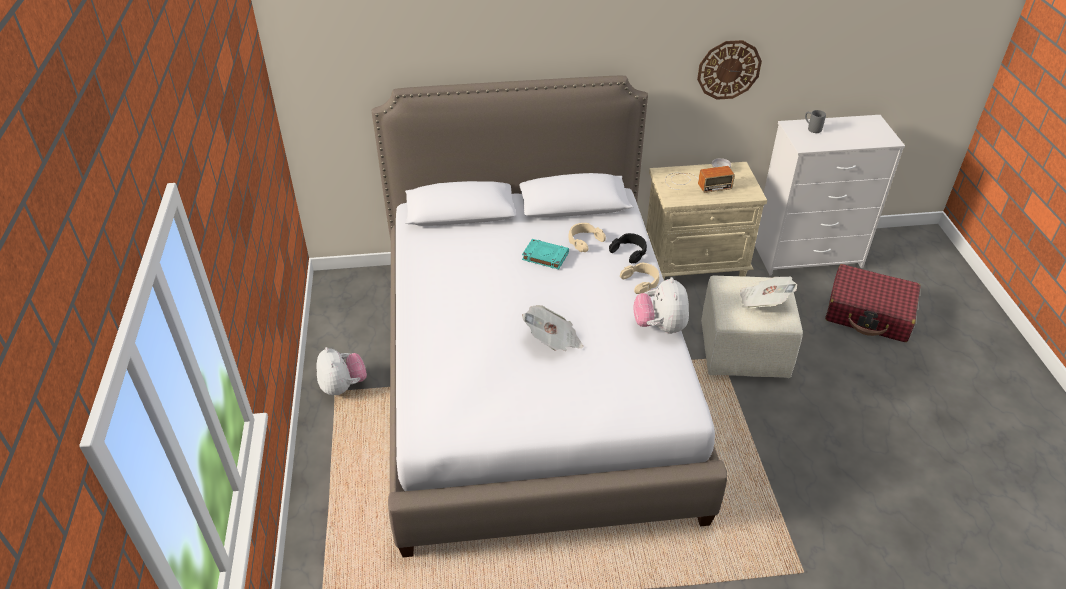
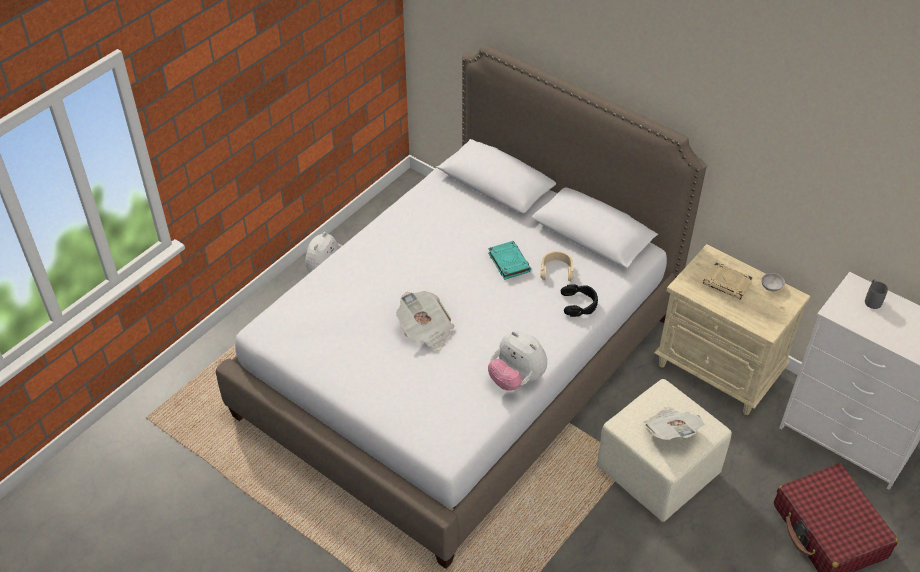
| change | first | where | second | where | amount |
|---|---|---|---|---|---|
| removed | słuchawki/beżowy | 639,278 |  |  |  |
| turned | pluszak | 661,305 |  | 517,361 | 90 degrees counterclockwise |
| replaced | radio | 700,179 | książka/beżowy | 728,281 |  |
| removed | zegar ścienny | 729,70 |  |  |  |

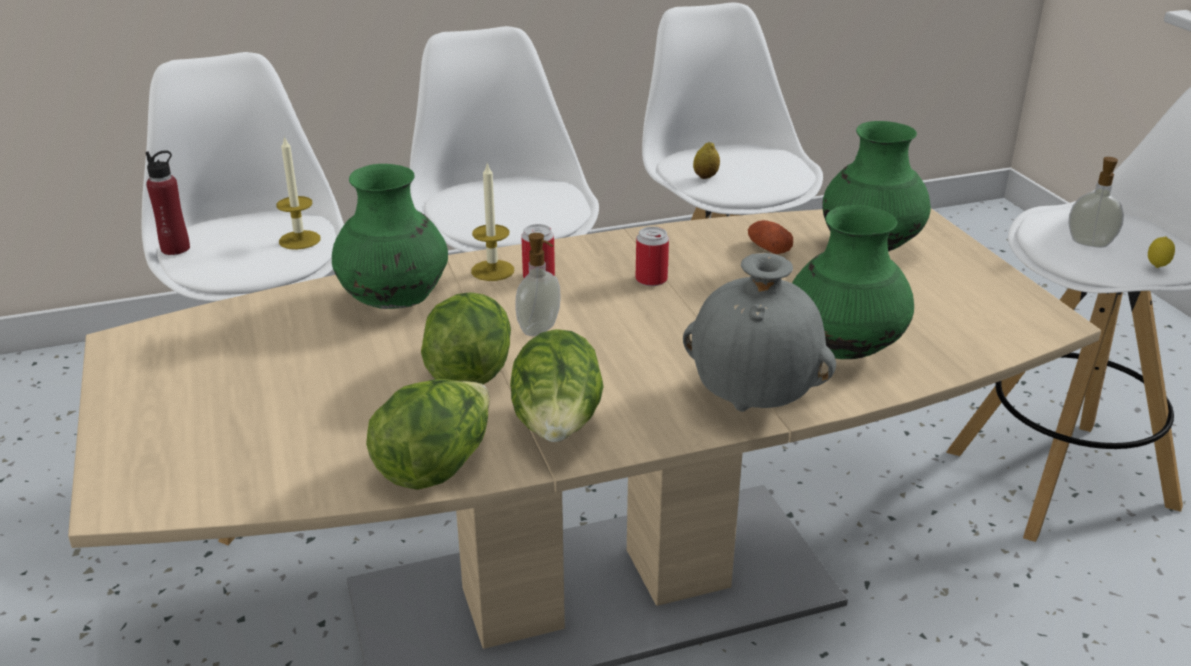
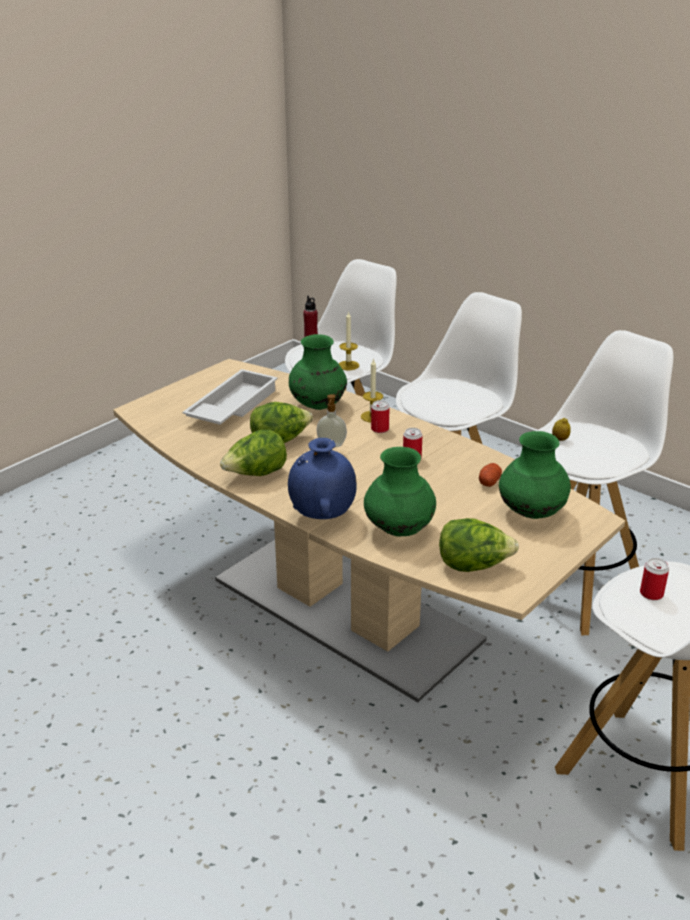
| change | first | where | second | where | amount |
|---|---|---|---|---|---|
| moved | sałata | 428,434 |  | 479,545 |  |
| recoloured | wazon/szary | 759,332 | wazon/niebieski | 322,478 |  |
| replaced | dozownik mydła | 1096,202 | puszka | 654,579 |  |
| removed | cytryna | 1161,252 |  |  |  |
| added |  |  | taca/biały | 230,397 |  |

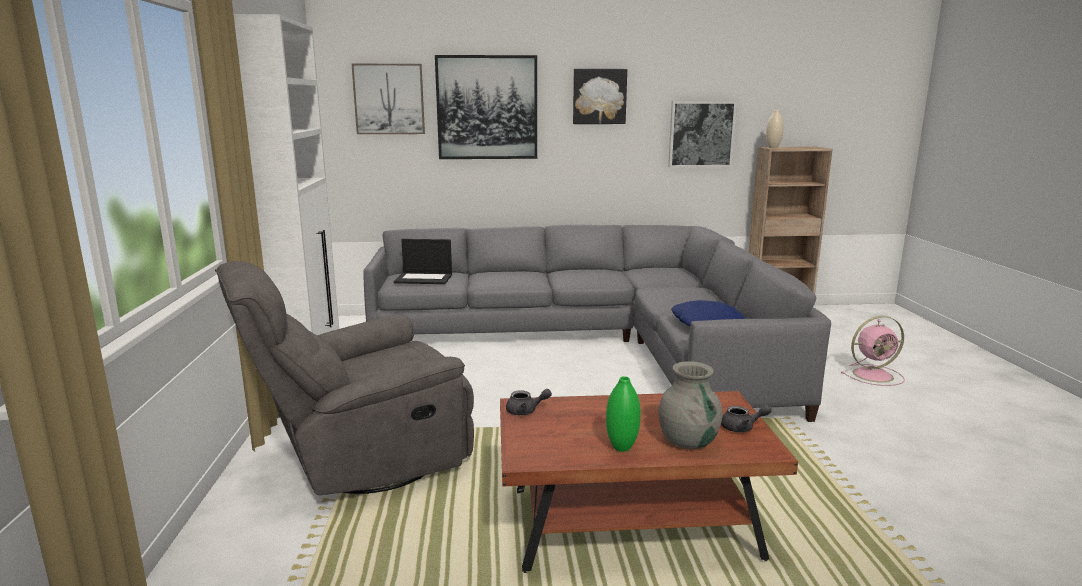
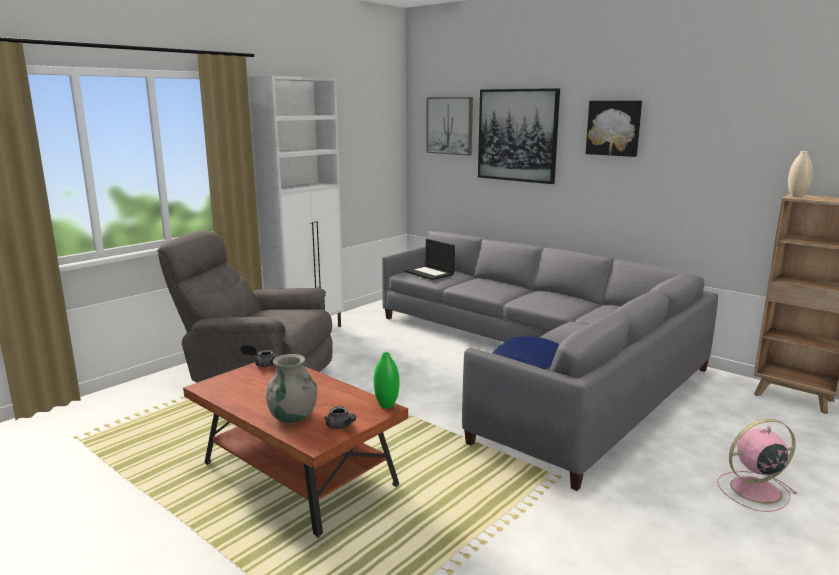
| change | first | where | second | where | amount |
|---|---|---|---|---|---|
| moved | wazon/zielony | 623,414 |  | 386,380 |  |
| removed | obraz | 702,134 |  |  |  |
| turned | wentylator/różowy | 873,351 |  | 757,465 | 135 degrees clockwise |

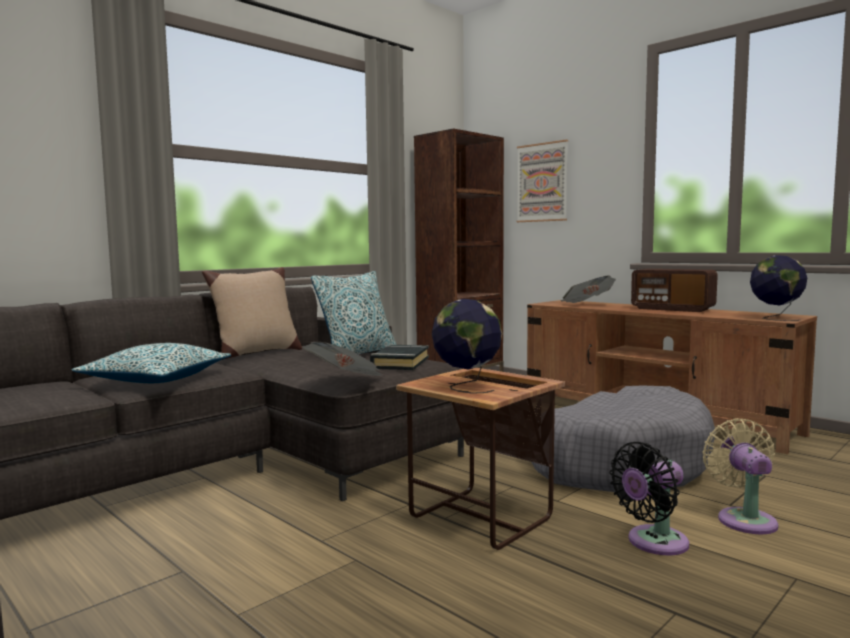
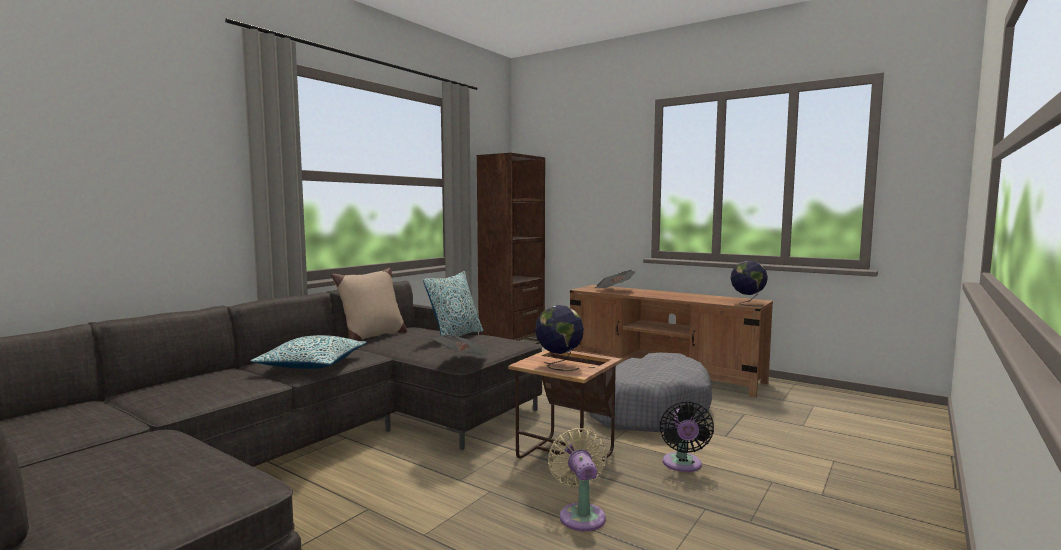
| change | first | where | second | where | amount |
|---|---|---|---|---|---|
| removed | książka/czarny | 399,357 |  |  |  |
| removed | obraz | 542,181 |  |  |  |
| turned | wentylator/czarny | 649,498 |  | 687,436 | 45 degrees counterclockwise |
| removed | radio | 674,290 |  |  |  |
| moved | wentylator/beżowy | 740,476 |  | 577,479 |  |

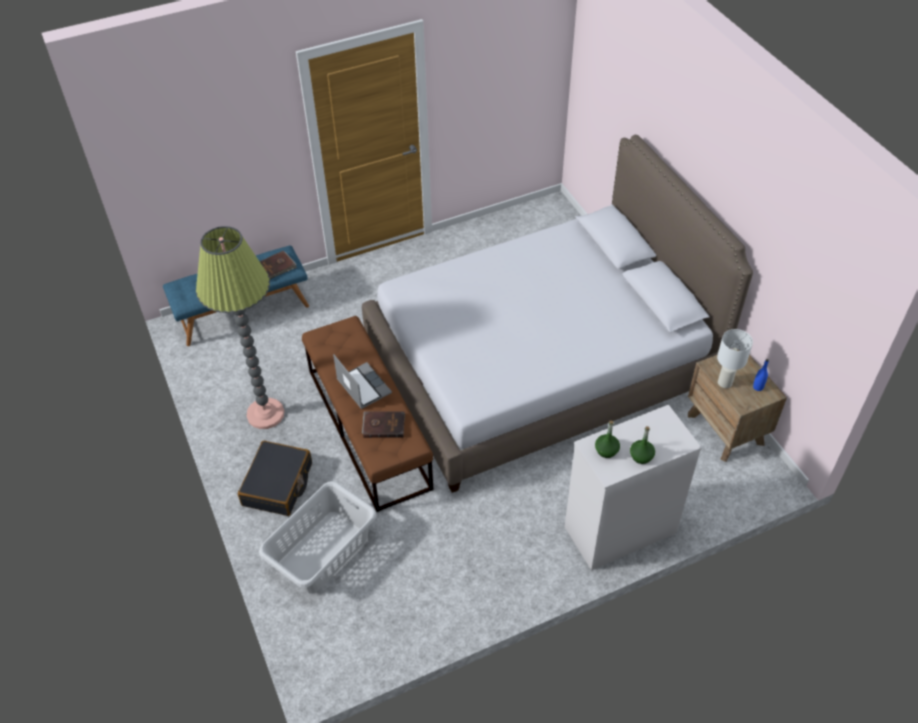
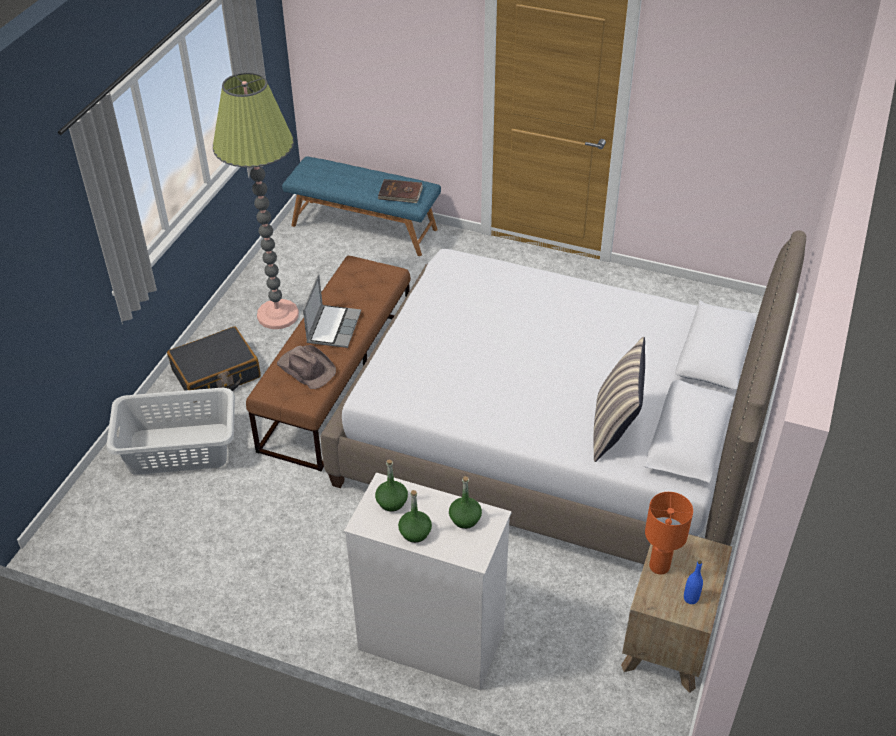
| change | first | where | second | where | amount |
|---|---|---|---|---|---|
| replaced | książka/brązowy | 383,424 | kapelusz/brązowy | 306,367 |  |
| recoloured | lampa stołowa/biały | 735,358 | lampa stołowa/pomarańczowy | 669,533 |  |
| added |  |  | butelka/zielony | 465,502 |  |
| added |  |  | poduszka | 619,399 |  |

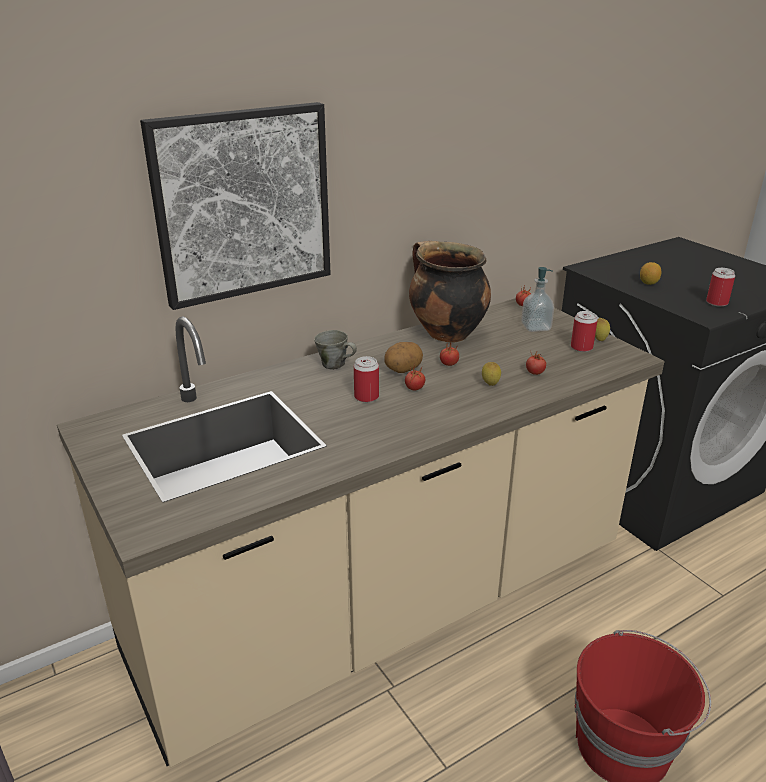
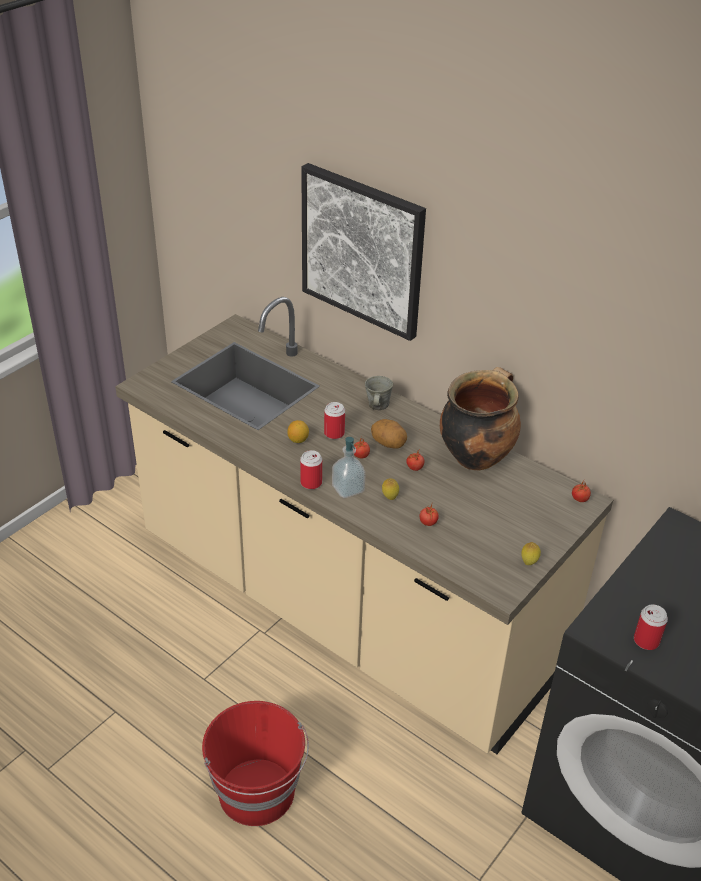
| change | first | where | second | where | amount |
|---|---|---|---|---|---|
| moved | dozownik mydła | 537,299 |  | 349,467 |  |
| moved | puszka | 584,331 |  | 311,469 |  |
| moved | cytryna | 650,273 |  | 298,431 |  |

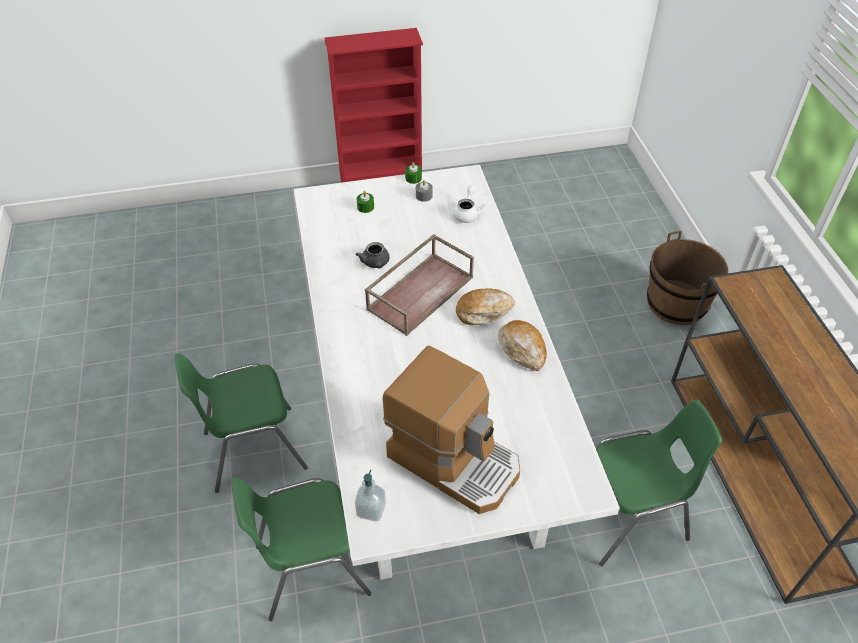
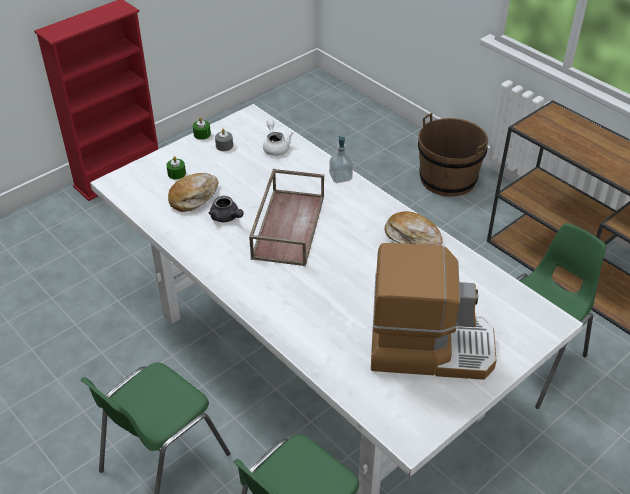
| change | first | where | second | where | amount |
|---|---|---|---|---|---|
| moved | dozownik mydła | 370,495 |  | 341,159 |  |
| moved | chleb | 485,306 |  | 193,192 |  |

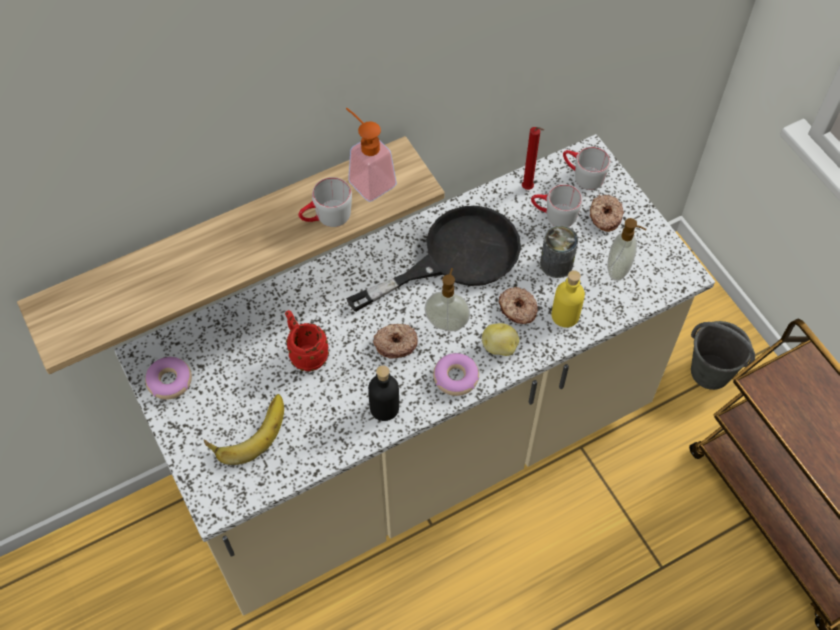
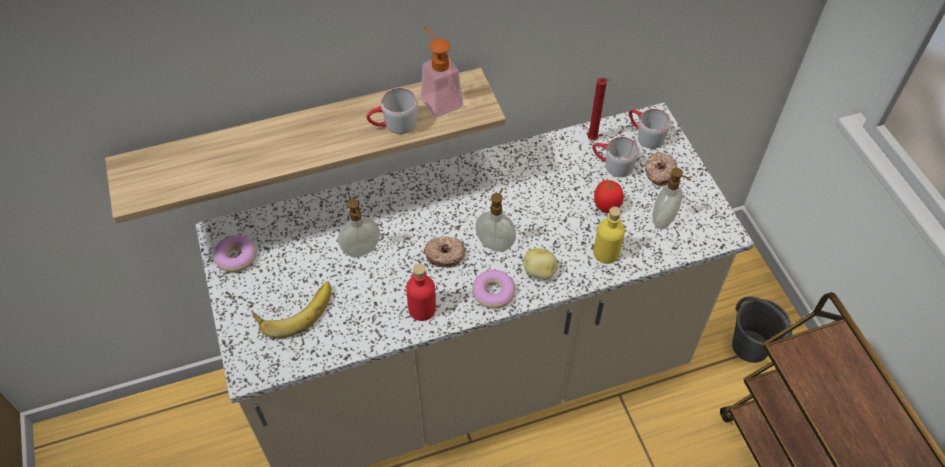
| change | first | where | second | where | amount |
|---|---|---|---|---|---|
| replaced | kubek/czerwony | 307,340 | dozownik mydła | 359,228 |  |
| removed | patelnia/czarny | 433,259 |  |  |  |
| recoloured | butelka/czarny | 383,393 | butelka/czerwony | 421,292 |  |
| removed | donut | 518,305 |  |  |  |
| replaced | puszka | 559,251 | pomidor | 609,196 |  |

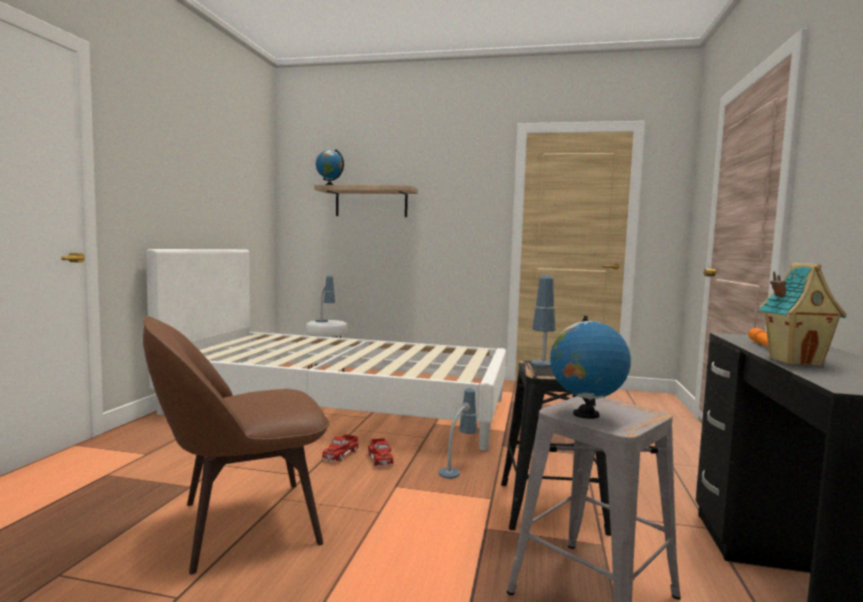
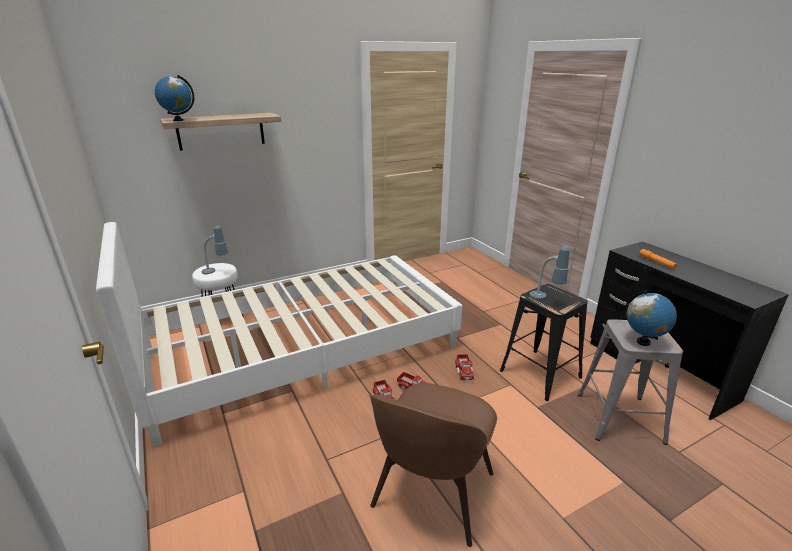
| change | first | where | second | where | amount |
|---|---|---|---|---|---|
| replaced | lampa stołowa | 457,433 | ciężarówka zabawkowa | 464,367 |  |
| removed | domek | 803,314 |  |  |  |

